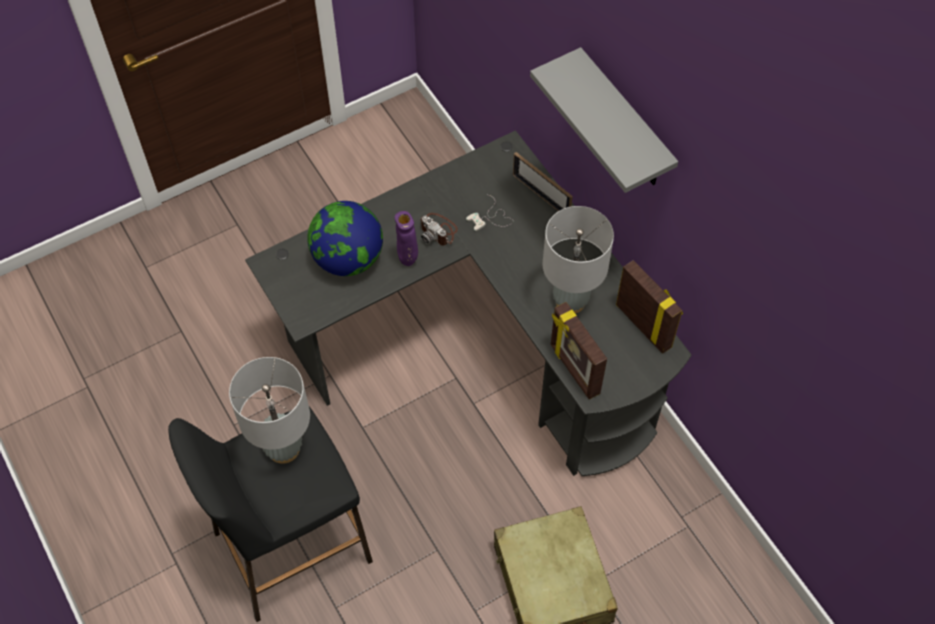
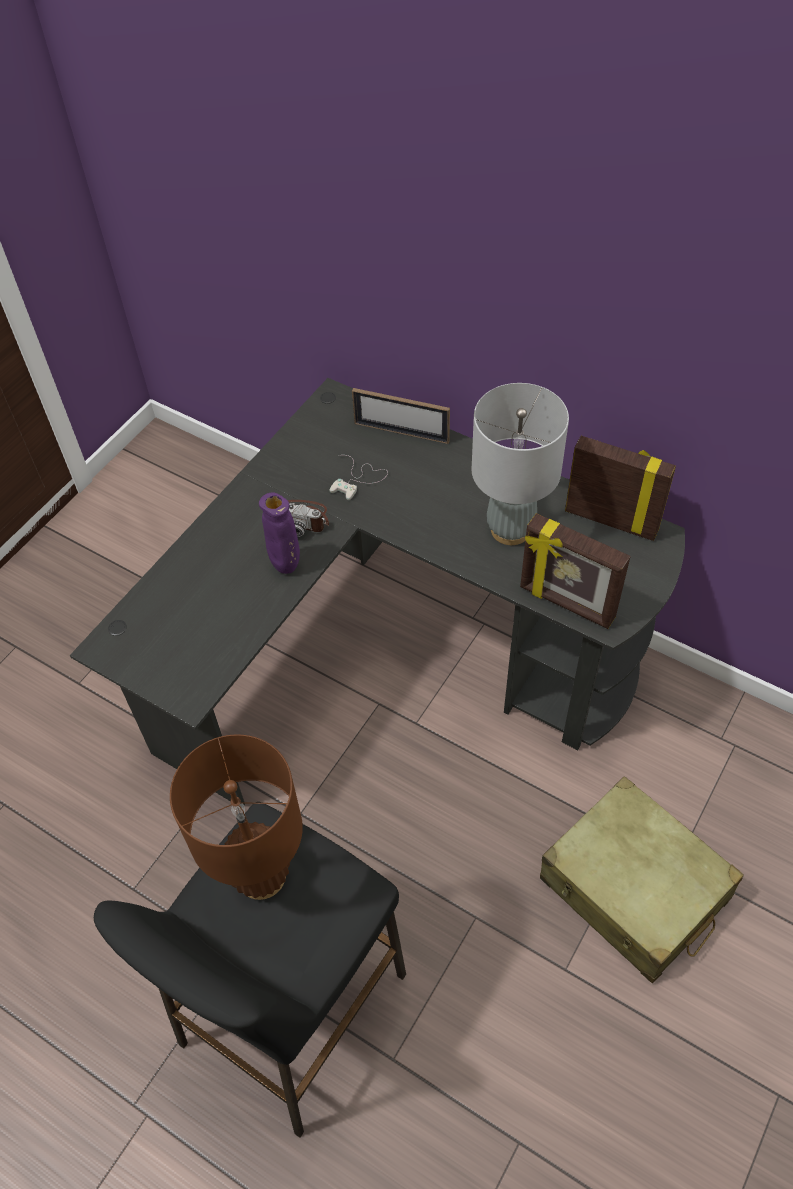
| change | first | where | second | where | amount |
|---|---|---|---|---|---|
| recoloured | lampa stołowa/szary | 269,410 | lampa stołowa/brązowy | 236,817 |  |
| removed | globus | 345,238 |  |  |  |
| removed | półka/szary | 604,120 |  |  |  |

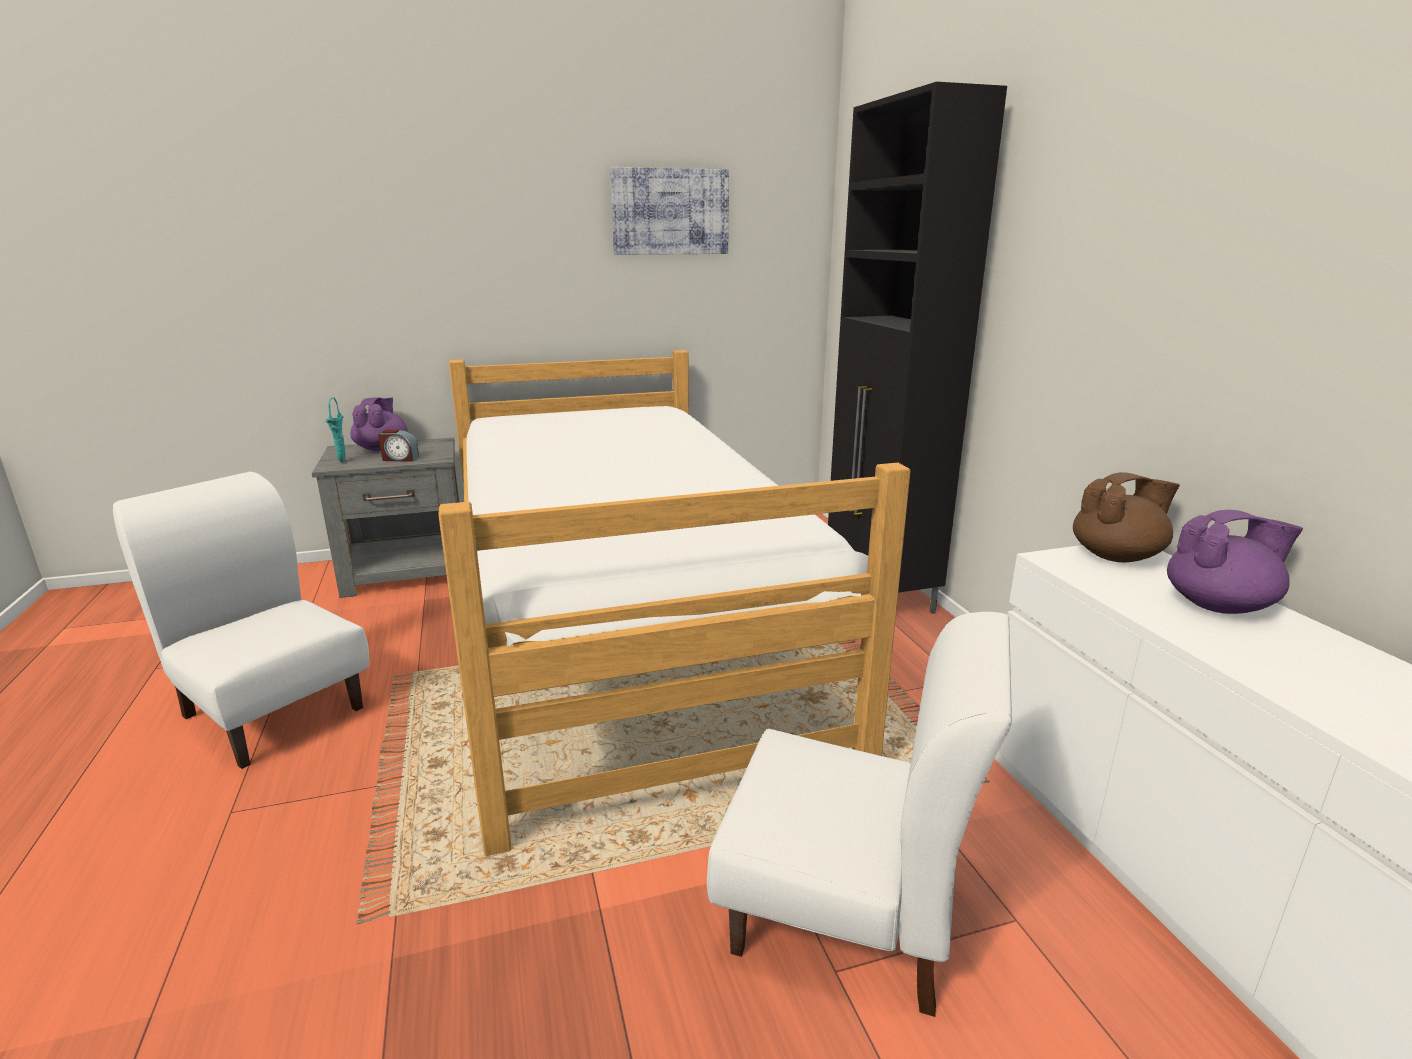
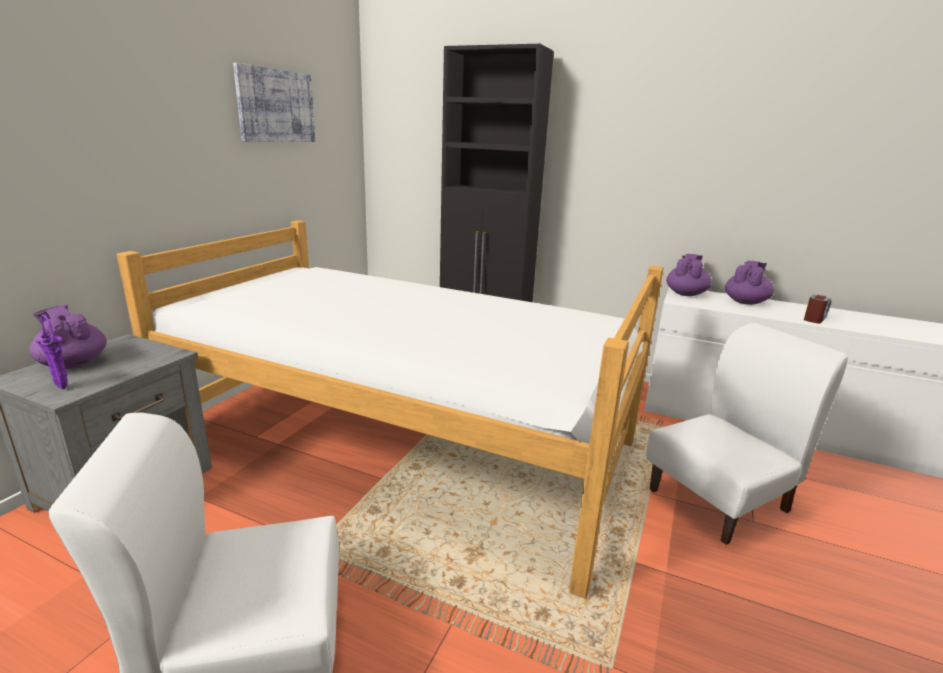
| change | first | where | second | where | amount |
|---|---|---|---|---|---|
| recoloured | wazon/turkusowy | 335,430 | wazon/fioletowy | 51,352 |  |
| moved | budzik | 398,446 |  | 817,309 |  |
| recoloured | imbryk/brązowy | 1126,517 | imbryk/fioletowy | 689,275 |  |

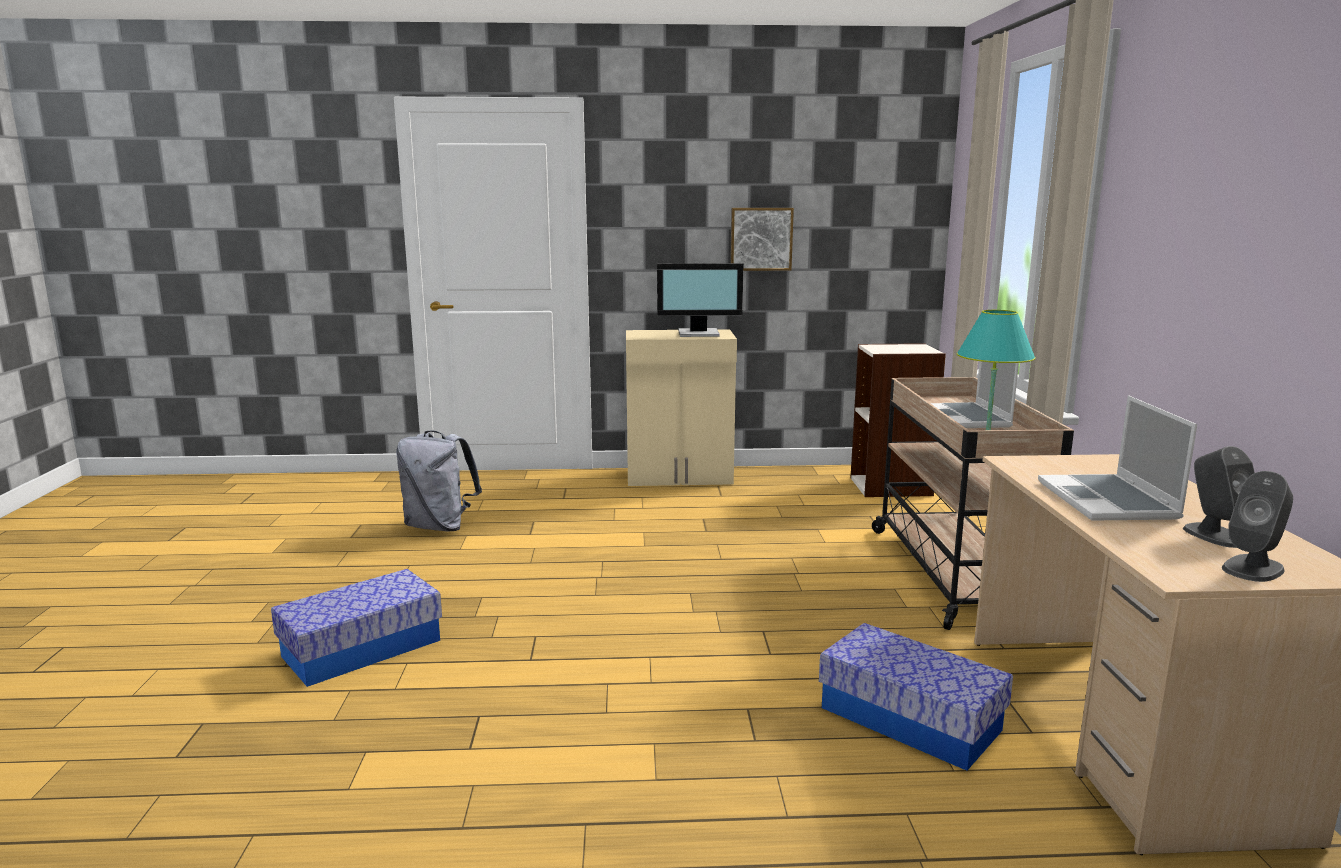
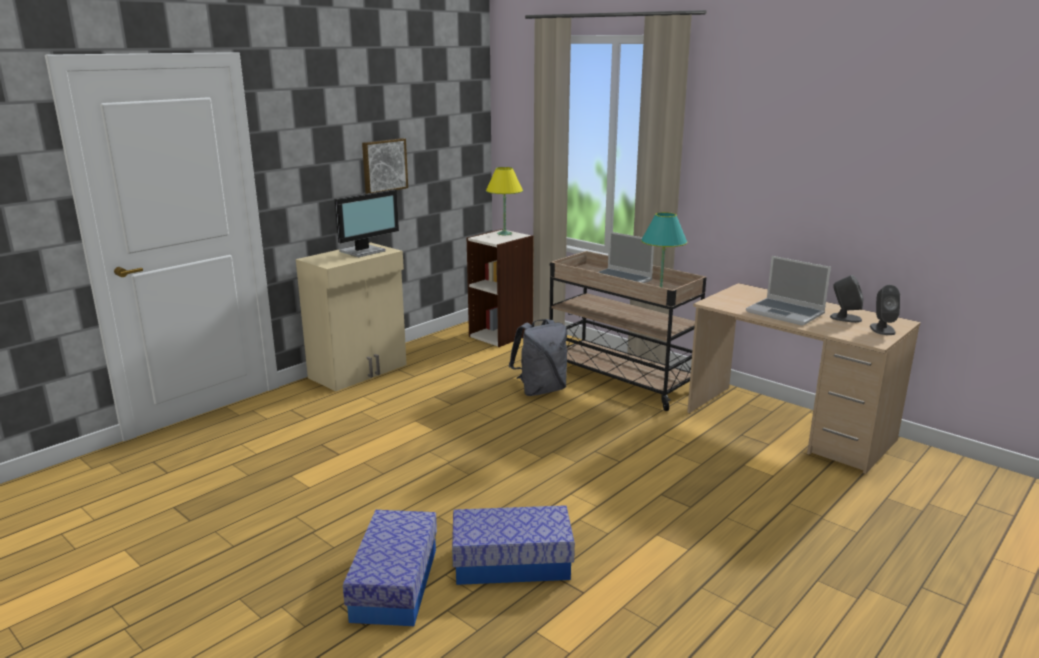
| change | first | where | second | where | amount |
|---|---|---|---|---|---|
| moved | plecak/szary | 439,480 |  | 538,357 |  |
| moved | pojemnik do przechowywania | 916,697 |  | 513,545 |  |
| added |  |  | lampa stołowa/żółty | 504,201 |  |

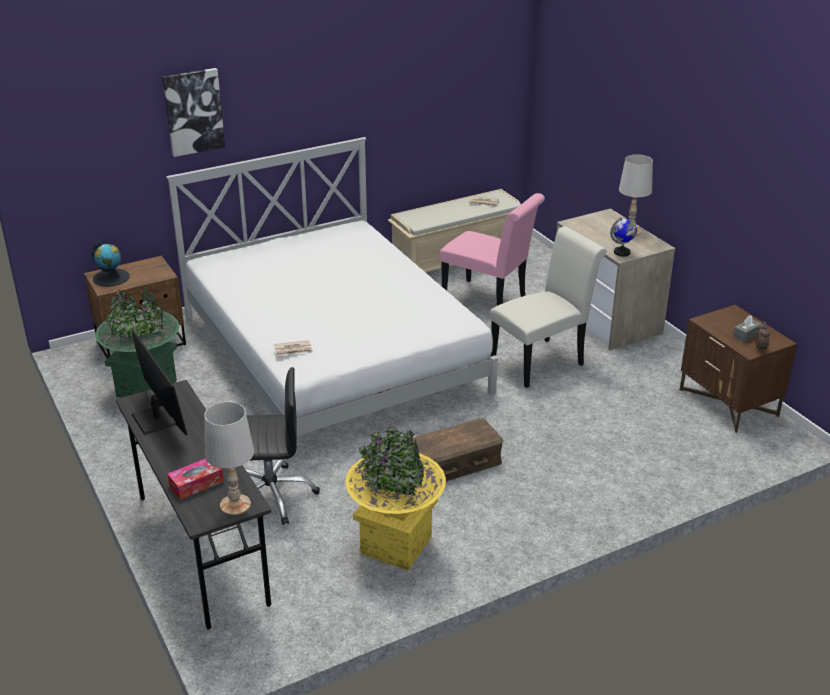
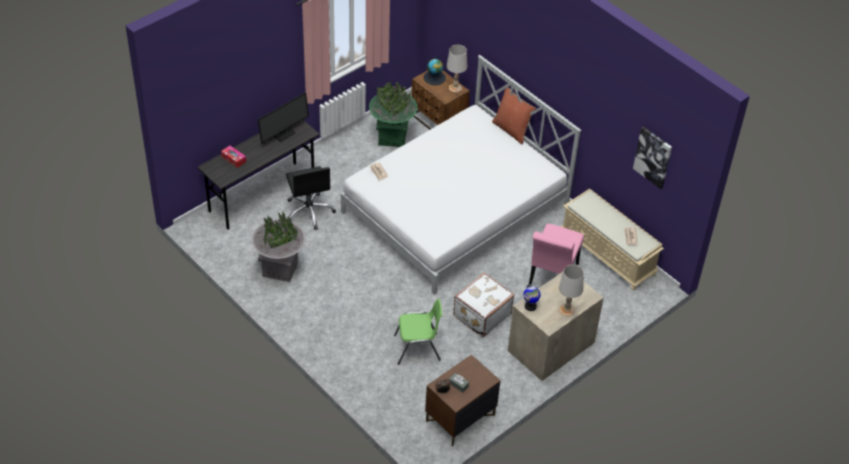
| change | first | where | second | where | amount |
|---|---|---|---|---|---|
| moved | obraz | 194,112 |  | 652,157 |  |
| moved | lampa stołowa/biały | 229,458 |  | 457,69 |  |
| recoloured | donica/żółty | 395,498 | donica/szary | 278,247 |  |
| removed | pojemnik do przechowywania/brązowy | 458,449 |  |  |  |
| replaced | krzesło/biały | 548,307 | walizka/biały | 484,304 |  |
| added |  |  | krzesło/zielony | 418,332 |  |
| added |  |  | poduszka | 514,115 |  |

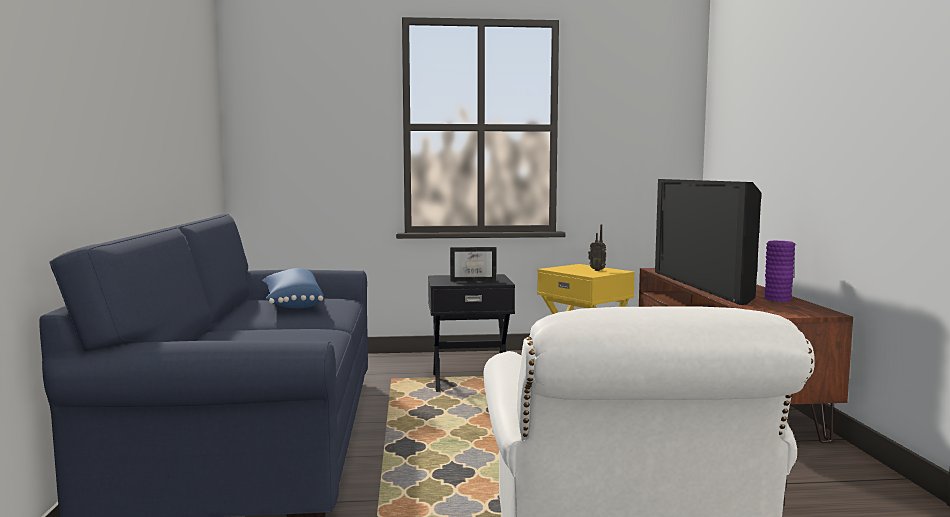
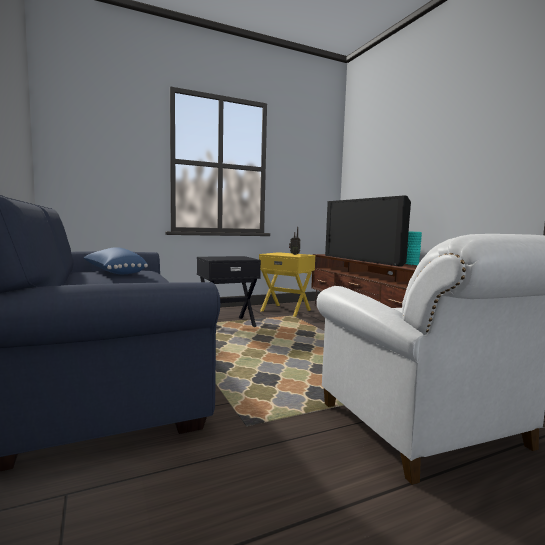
| change | first | where | second | where | amount |
|---|---|---|---|---|---|
| removed | ramka na zdjęcie | 473,264 |  |  |  |
| recoloured | wazon/fioletowy | 780,271 | wazon/turkusowy | 413,248 |  |

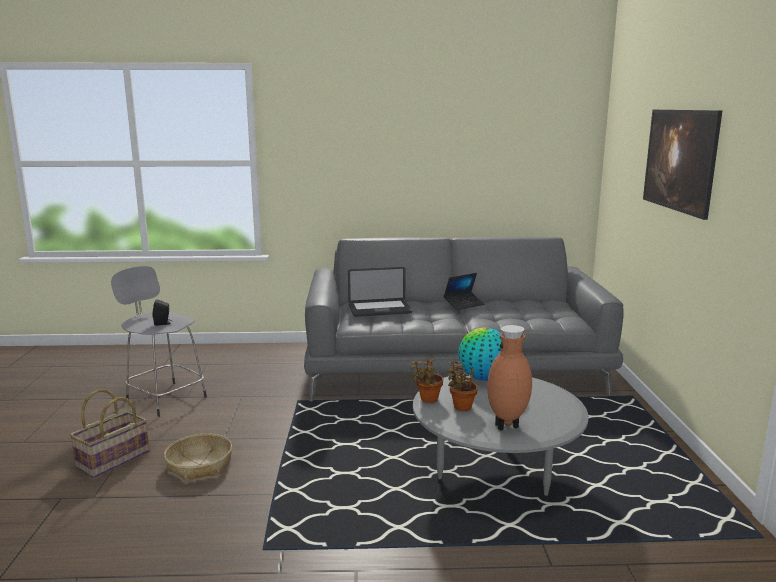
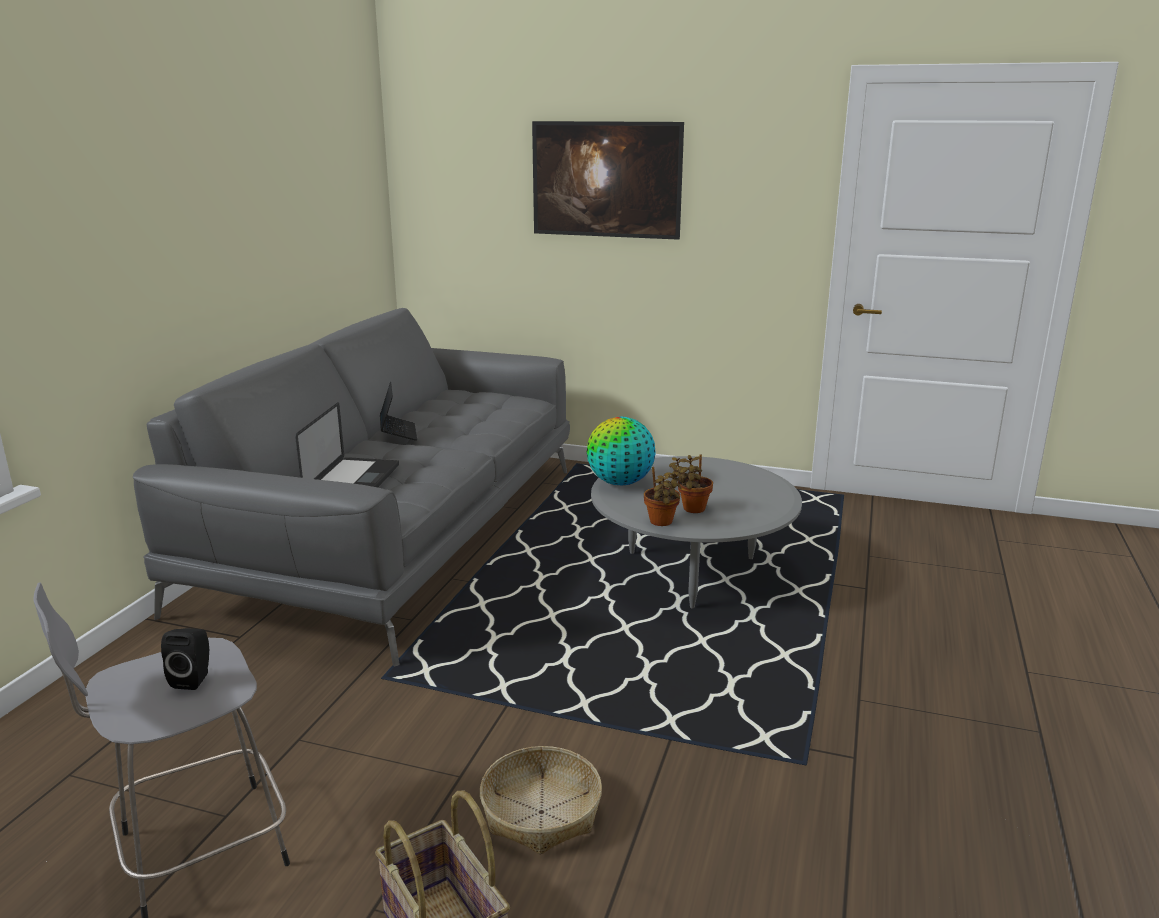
| change | first | where | second | where | amount |
|---|---|---|---|---|---|
| removed | wazon/brązowy | 509,378 |  |  |  |

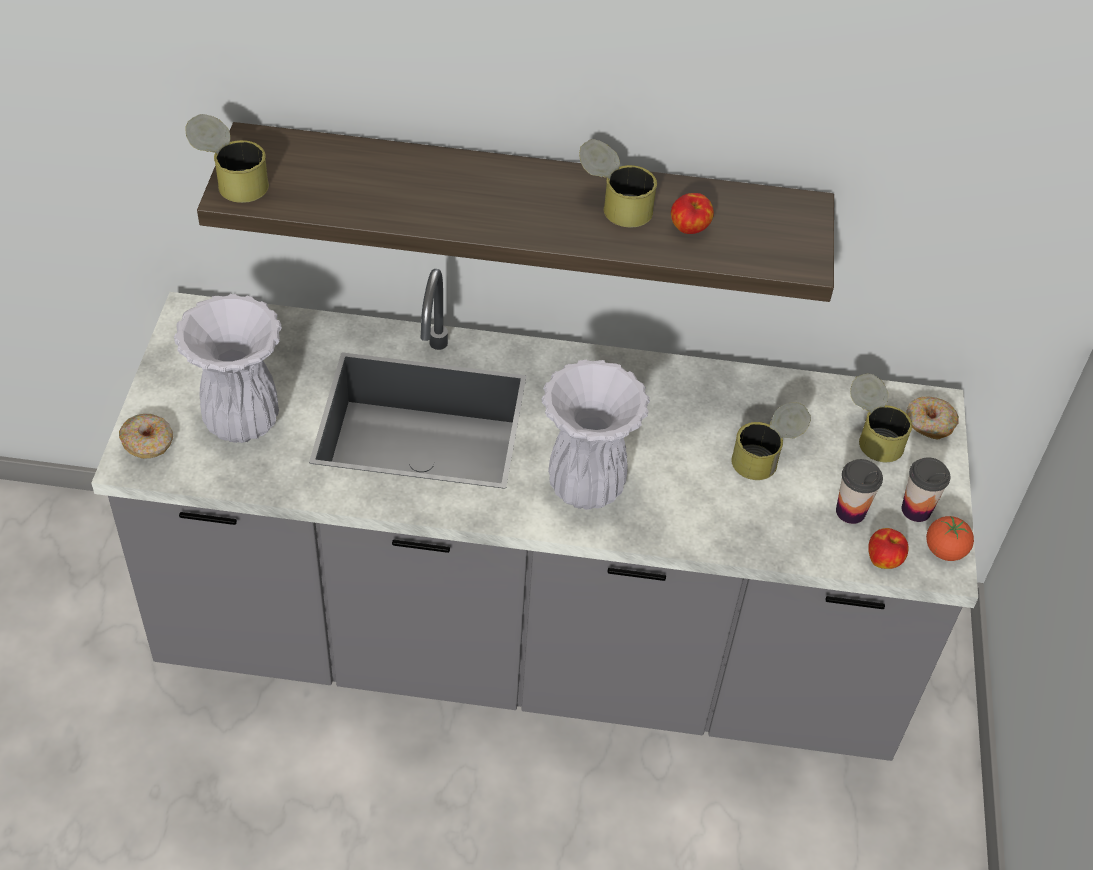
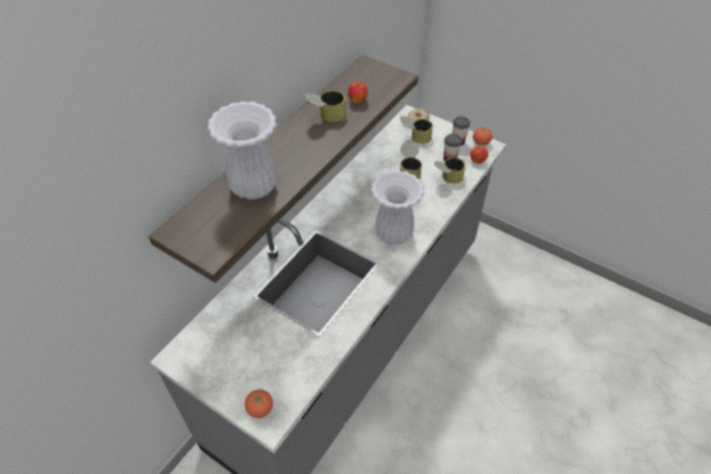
| change | first | where | second | where | amount |
|---|---|---|---|---|---|
| replaced | donut | 146,436 | pomidor | 259,404 |  |
| moved | wazon/biały | 228,368 |  | 242,150 |  |
| moved | puszka | 227,158 |  | 450,170 |  |

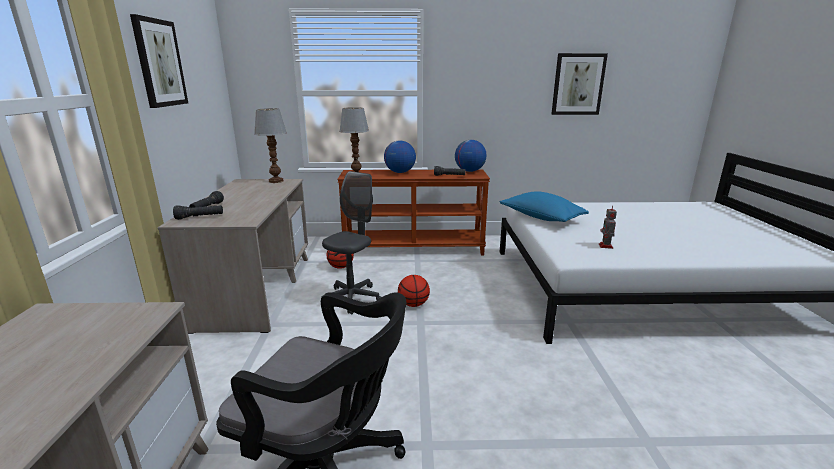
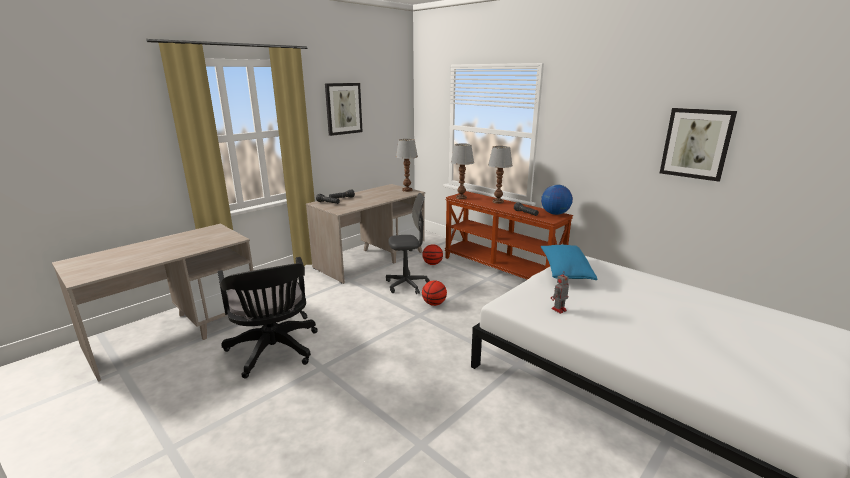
| change | first | where | second | where | amount |
|---|---|---|---|---|---|
| replaced | globus | 400,156 | lampa stołowa | 500,175 |  |

